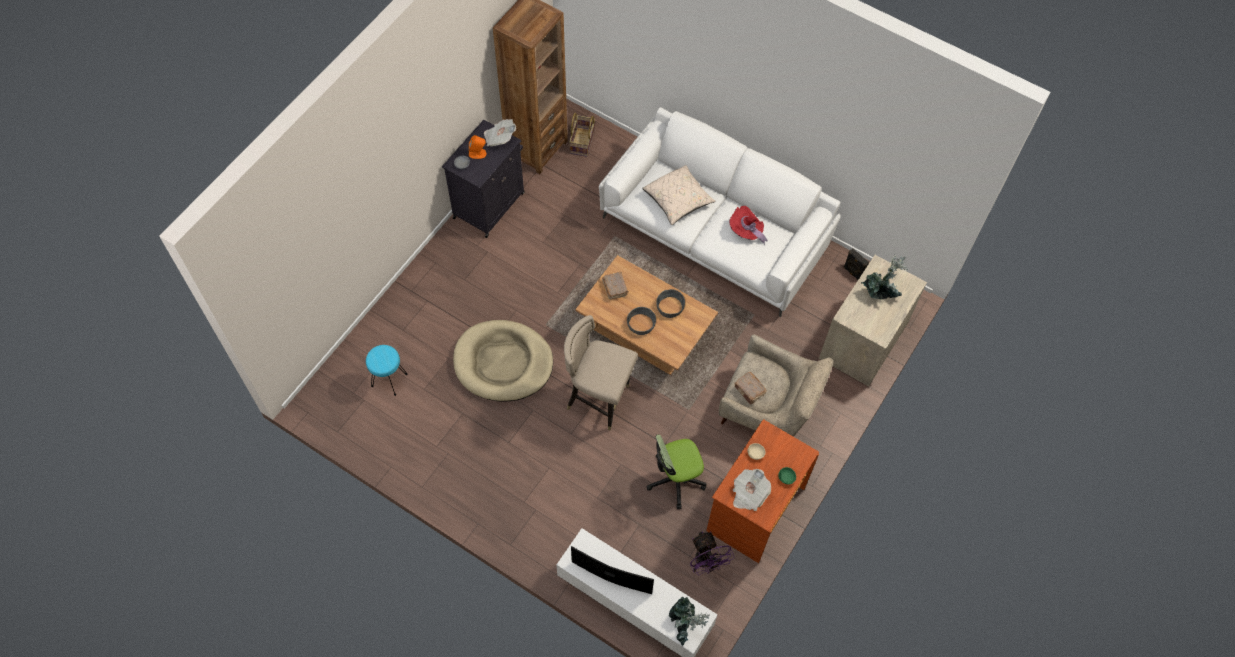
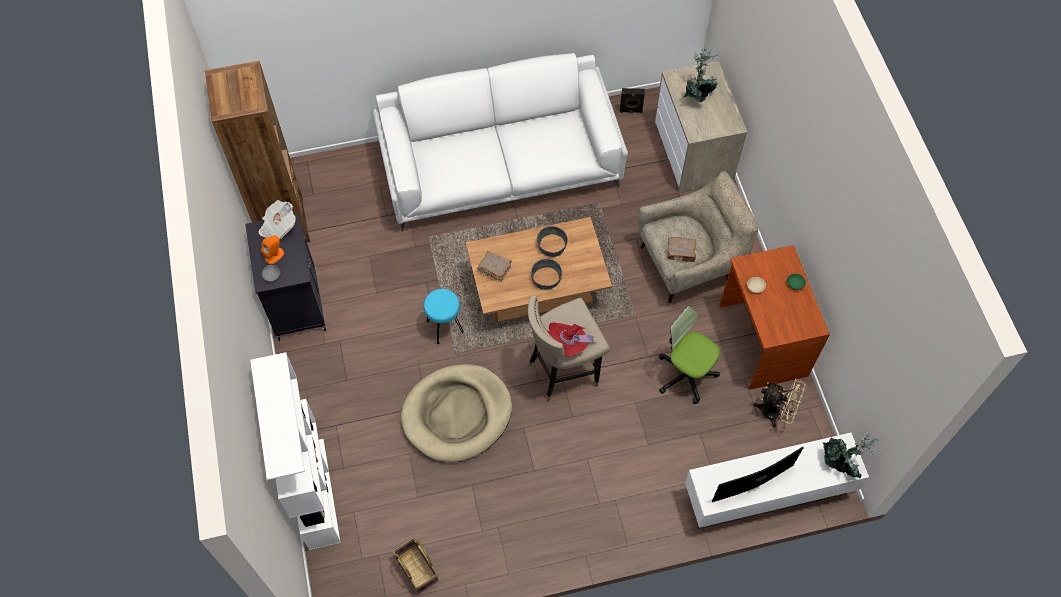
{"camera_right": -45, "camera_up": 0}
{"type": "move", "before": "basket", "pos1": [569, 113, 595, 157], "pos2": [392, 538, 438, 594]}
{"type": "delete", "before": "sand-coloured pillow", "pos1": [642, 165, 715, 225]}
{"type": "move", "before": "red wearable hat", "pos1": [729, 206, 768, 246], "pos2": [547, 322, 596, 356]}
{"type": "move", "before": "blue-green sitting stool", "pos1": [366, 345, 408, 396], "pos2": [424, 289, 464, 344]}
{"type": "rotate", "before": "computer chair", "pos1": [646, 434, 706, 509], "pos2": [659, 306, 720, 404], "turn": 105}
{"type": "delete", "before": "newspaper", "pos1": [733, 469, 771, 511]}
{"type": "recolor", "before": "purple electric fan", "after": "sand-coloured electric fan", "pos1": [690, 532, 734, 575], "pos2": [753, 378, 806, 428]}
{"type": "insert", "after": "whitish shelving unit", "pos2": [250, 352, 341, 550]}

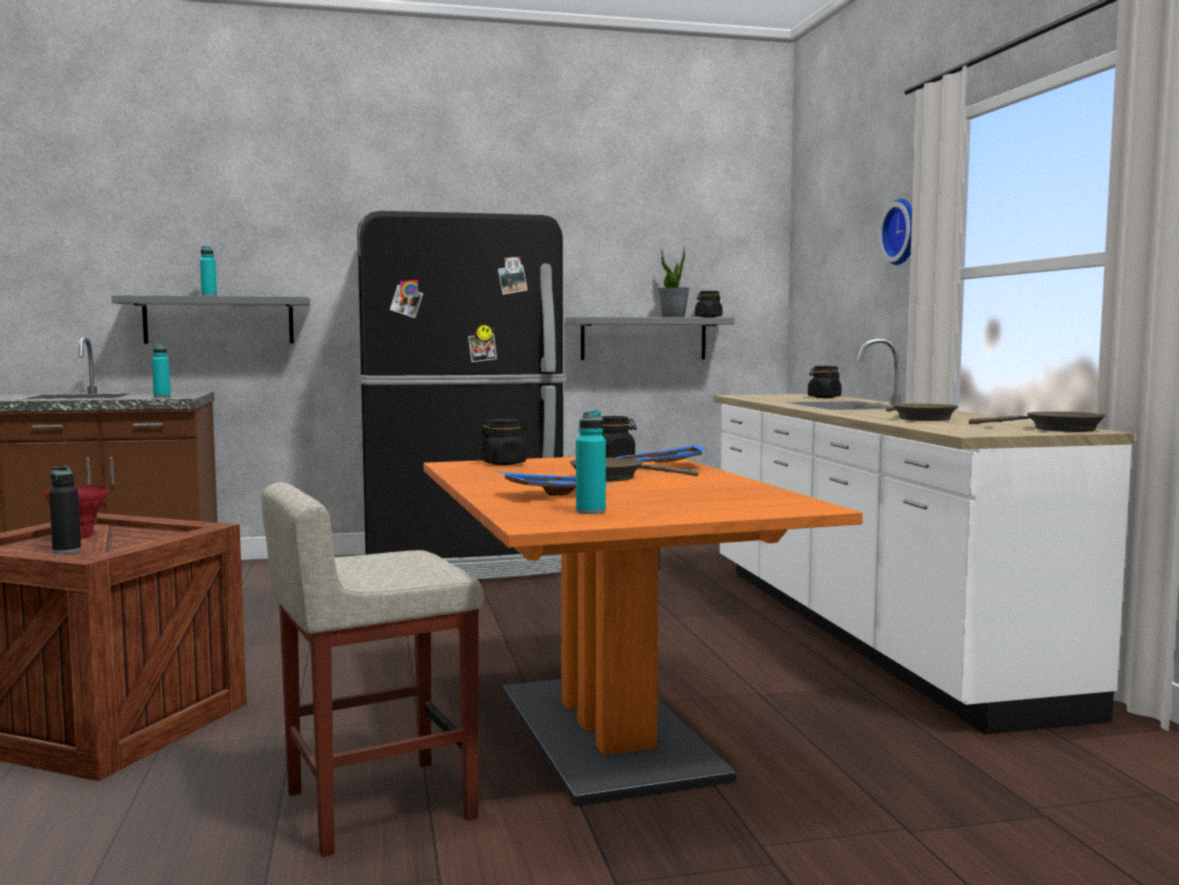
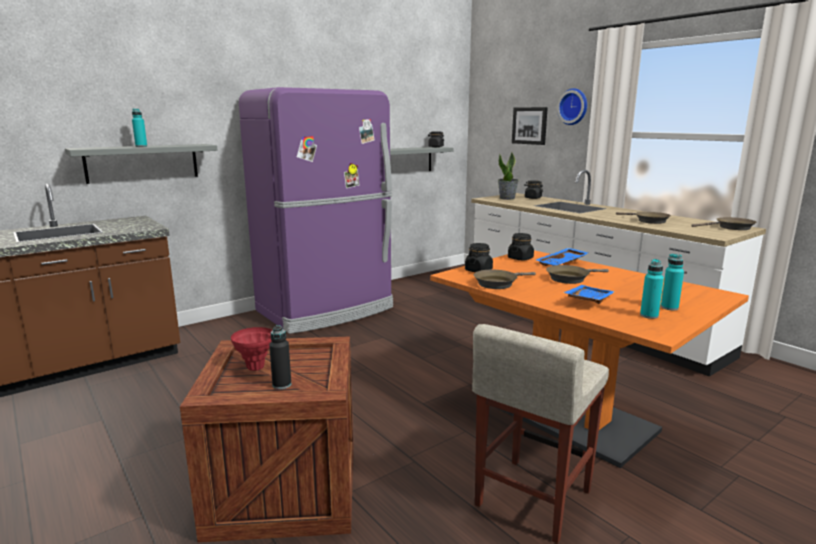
{"camera_right": -25, "camera_up": 10}
{"type": "recolor", "before": "blackish fridge", "after": "purple fridge", "pos1": [357, 211, 565, 580], "pos2": [239, 87, 393, 334]}
{"type": "move", "before": "potted plant", "pos1": [658, 248, 690, 317], "pos2": [498, 152, 519, 200]}
{"type": "move", "before": "blue-green bottle", "pos1": [152, 344, 171, 398], "pos2": [661, 254, 684, 310]}
{"type": "insert", "after": "wall picture", "pos2": [512, 107, 548, 145]}
{"type": "insert", "after": "brown-coloured skillet", "pos2": [474, 270, 536, 289]}

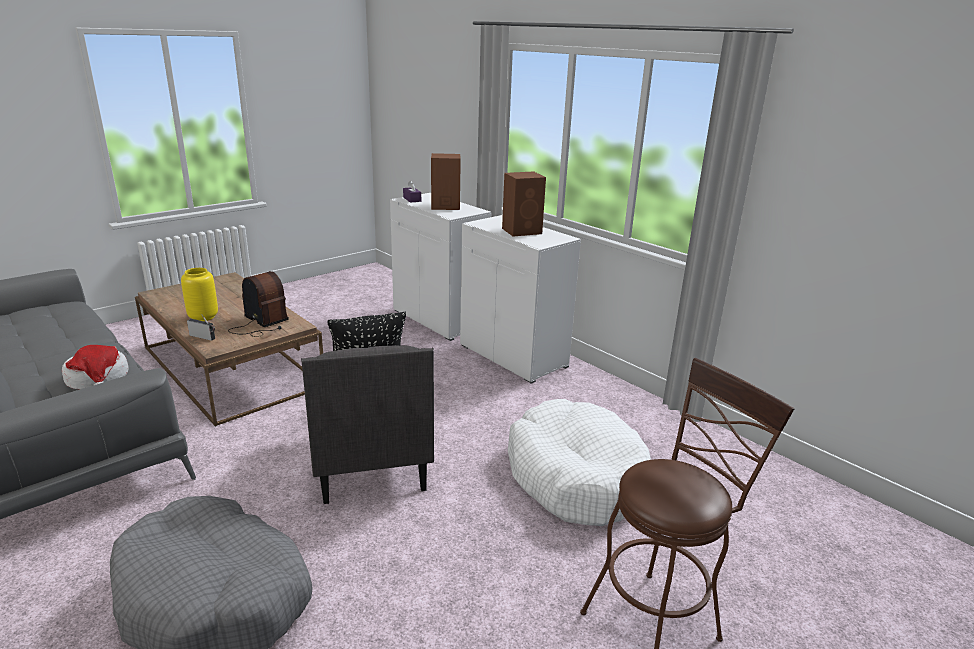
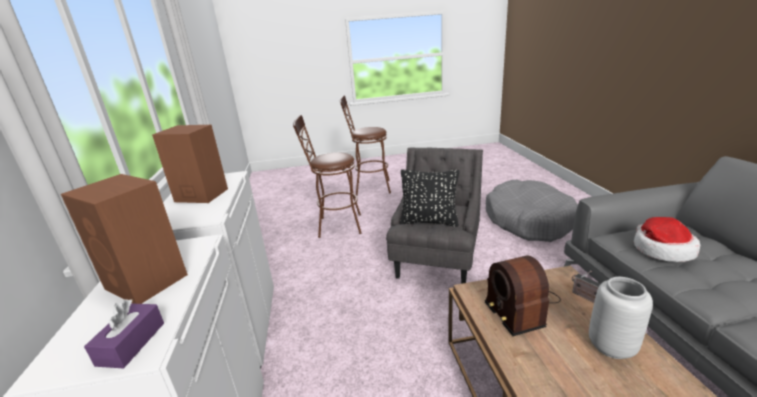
{"camera_right": -145, "camera_up": 0}
{"type": "recolor", "before": "yellowish decorative vase", "after": "grey decorative vase", "pos1": [181, 268, 218, 321], "pos2": [589, 277, 653, 359]}
{"type": "replace", "before": "whitish dog bed", "after": "brown-coloured sitting stool", "pos1": [508, 399, 651, 526], "pos2": [293, 115, 362, 238]}

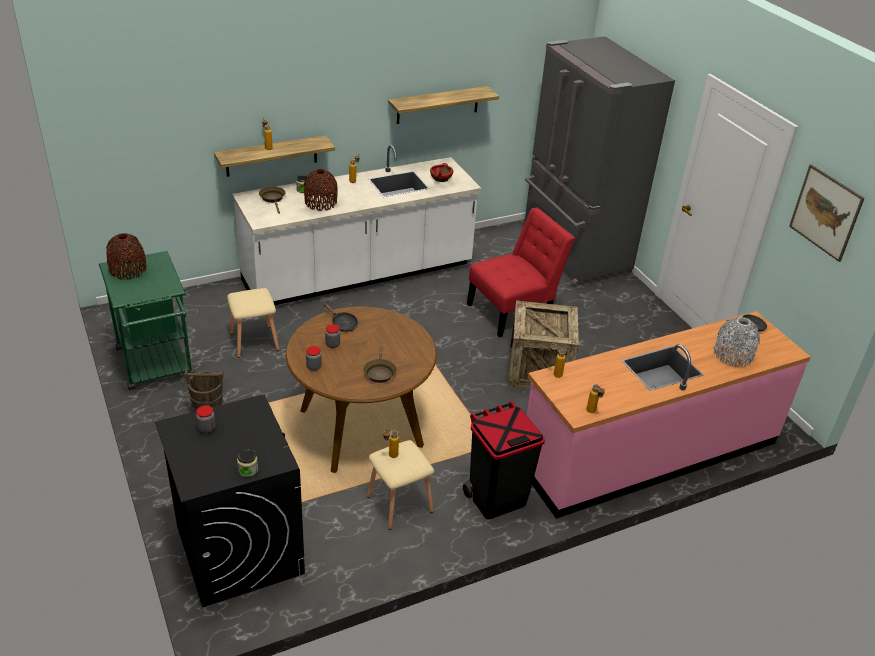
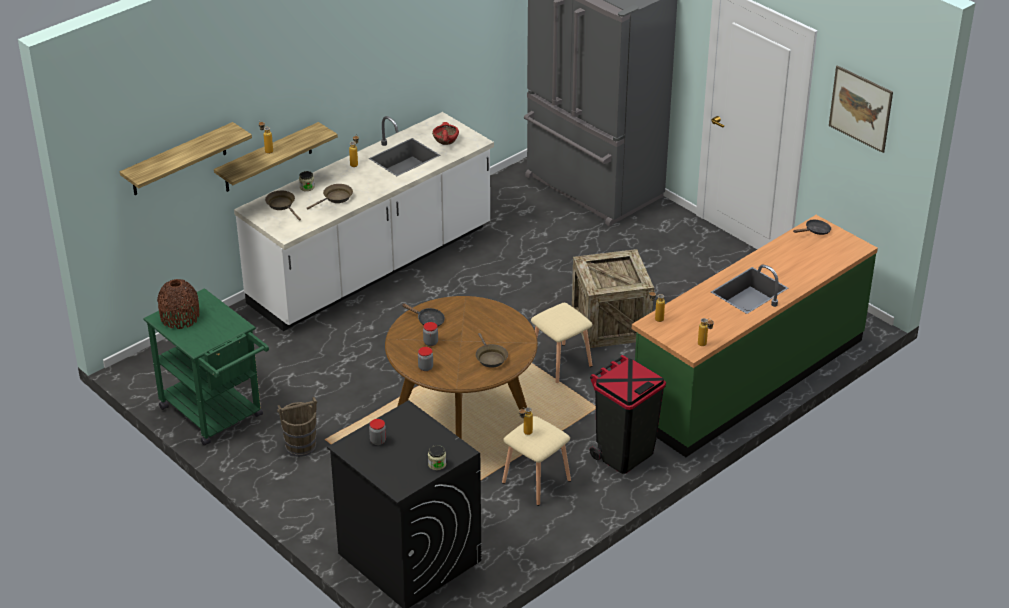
{"camera_right": -15, "camera_up": 0}
{"type": "move", "before": "bracket shelf", "pos1": [388, 86, 499, 124], "pos2": [120, 122, 252, 195]}
{"type": "replace", "before": "brown-coloured decorative vase", "after": "brown-coloured skillet", "pos1": [304, 169, 338, 211], "pos2": [307, 184, 353, 210]}
{"type": "delete", "before": "red plain chair", "pos1": [467, 208, 575, 337]}
{"type": "move", "before": "sand-coloured sitting stool", "pos1": [227, 288, 279, 358], "pos2": [531, 303, 592, 383]}
{"type": "recolor", "before": "pink kitchen counter", "after": "green kitchen counter", "pos1": [527, 311, 811, 519], "pos2": [632, 215, 878, 457]}
{"type": "delete", "before": "grey decorative vase", "pos1": [714, 317, 760, 367]}

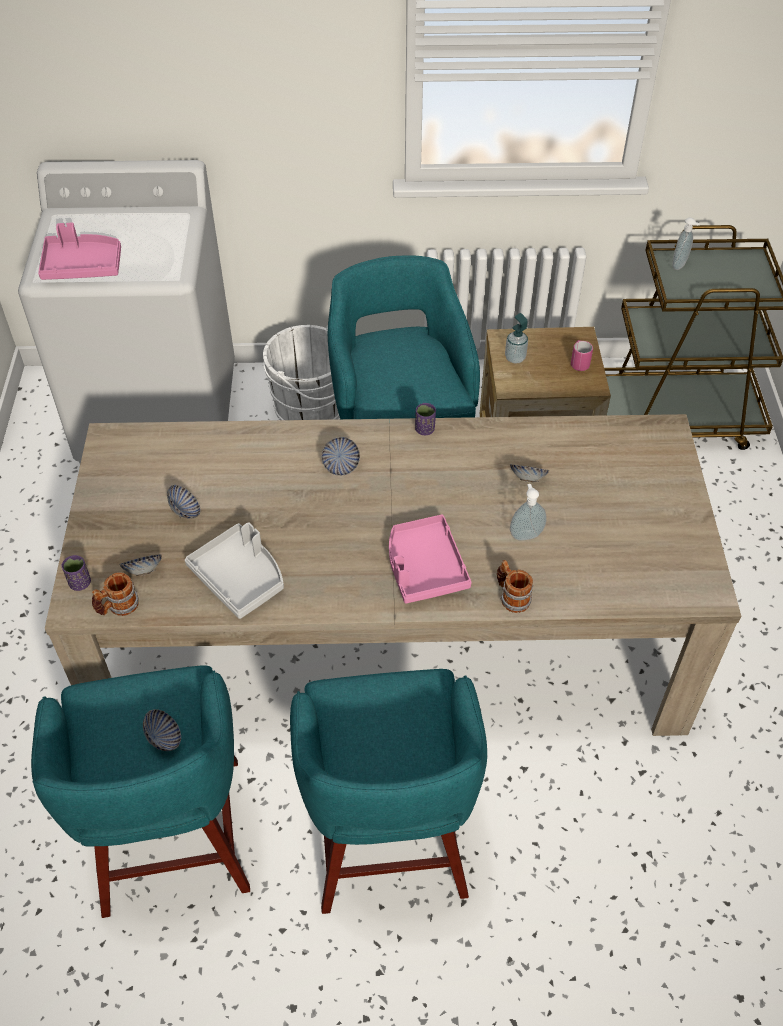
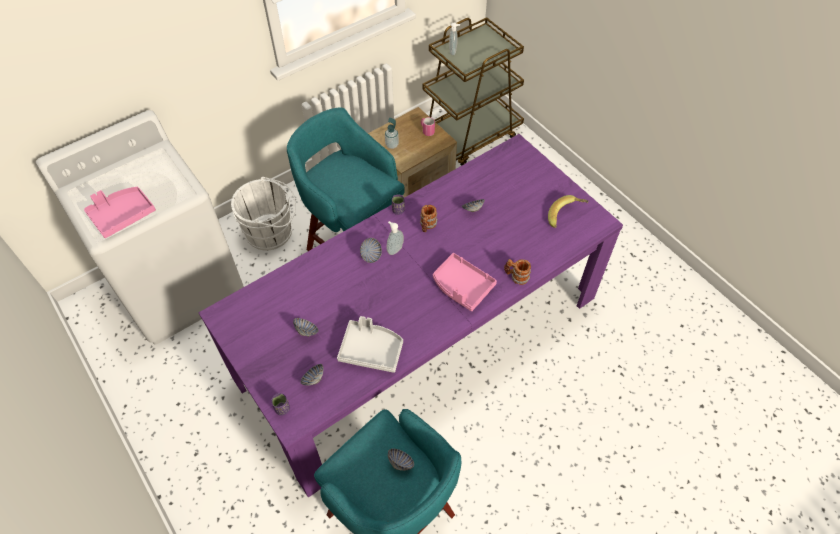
{"camera_right": -35, "camera_up": 5}
{"type": "recolor", "before": "sand-coloured dinner table", "after": "purple dinner table", "pos1": [45, 414, 741, 736], "pos2": [198, 134, 623, 498]}
{"type": "move", "before": "liquid soap bottle", "pos1": [510, 484, 547, 541], "pos2": [387, 221, 404, 255]}
{"type": "move", "before": "tea mug", "pos1": [92, 572, 139, 616], "pos2": [420, 205, 438, 232]}
{"type": "delete", "before": "blue-green sitting stool", "pos1": [290, 669, 487, 914]}
{"type": "insert", "after": "banana fruit", "pos2": [548, 195, 589, 228]}

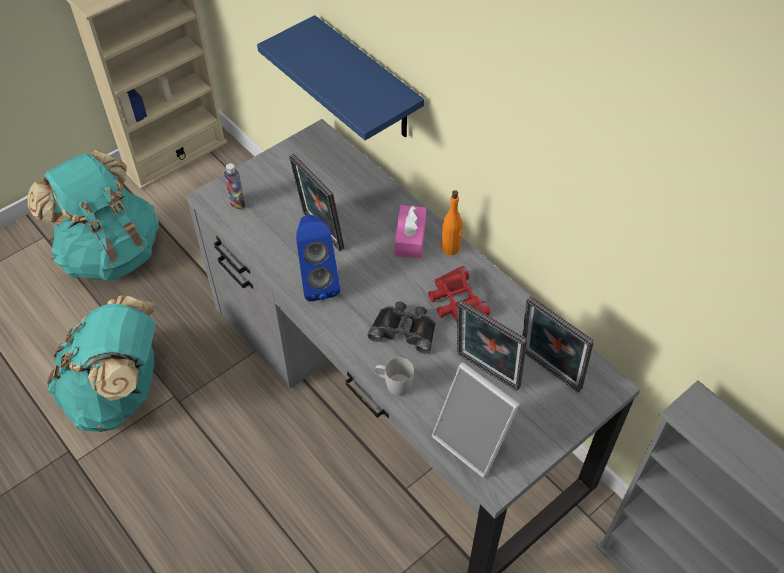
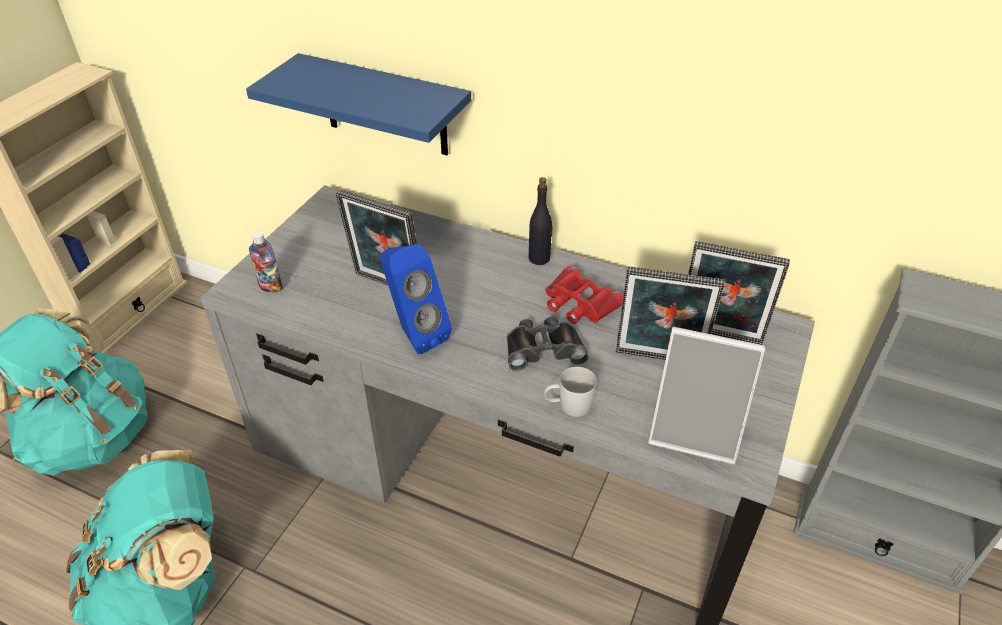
{"camera_right": -25, "camera_up": -10}
{"type": "recolor", "before": "orange-coloured bottle", "after": "blackish bottle", "pos1": [441, 190, 463, 255], "pos2": [529, 177, 553, 265]}
{"type": "delete", "before": "pink tissue holder", "pos1": [395, 205, 426, 259]}

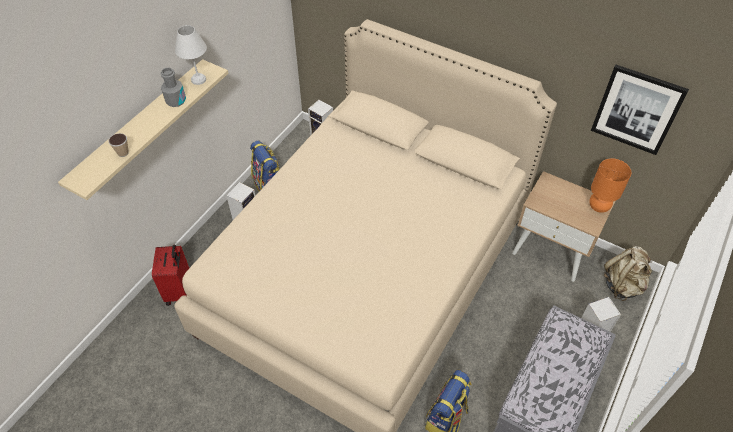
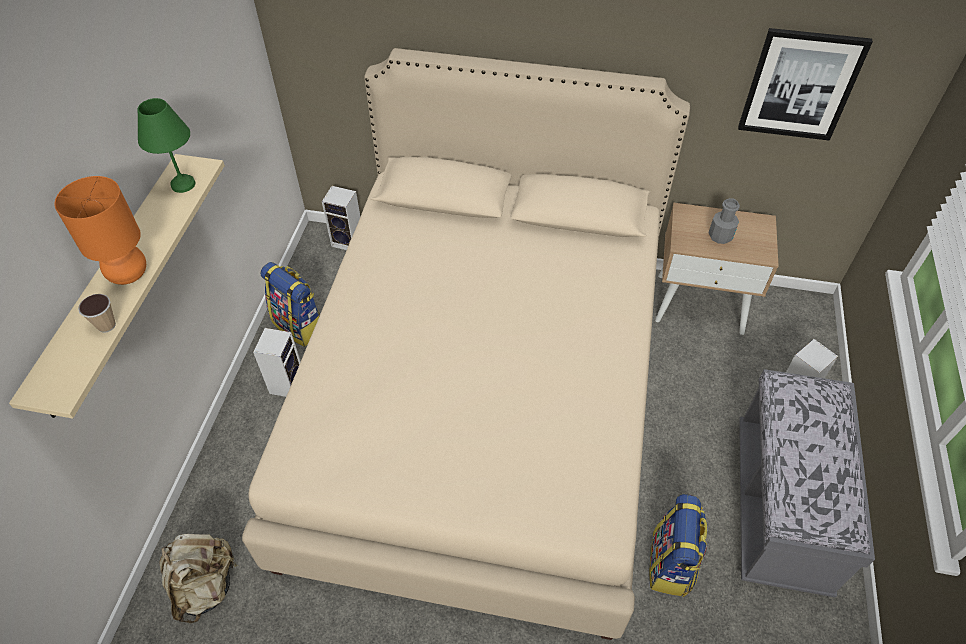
{"camera_right": -20, "camera_up": 0}
{"type": "recolor", "before": "whitish tabletop lamp", "after": "green tabletop lamp", "pos1": [175, 25, 207, 85], "pos2": [138, 98, 195, 193]}
{"type": "move", "before": "grey bottle", "pos1": [160, 68, 186, 107], "pos2": [708, 198, 740, 244]}
{"type": "move", "before": "orange-coloured tabletop lamp", "pos1": [589, 158, 631, 213], "pos2": [54, 176, 146, 285]}
{"type": "delete", "before": "red suitcase", "pos1": [152, 244, 189, 306]}
{"type": "move", "before": "sand-coloured backpack", "pos1": [604, 246, 652, 301], "pos2": [160, 534, 238, 624]}

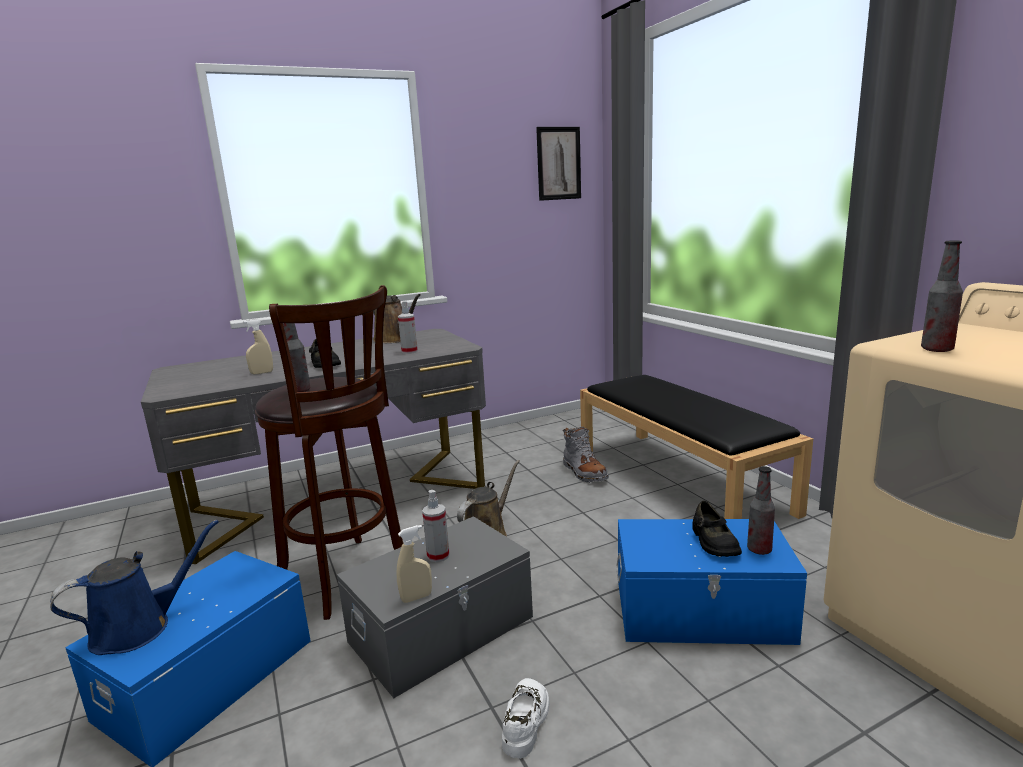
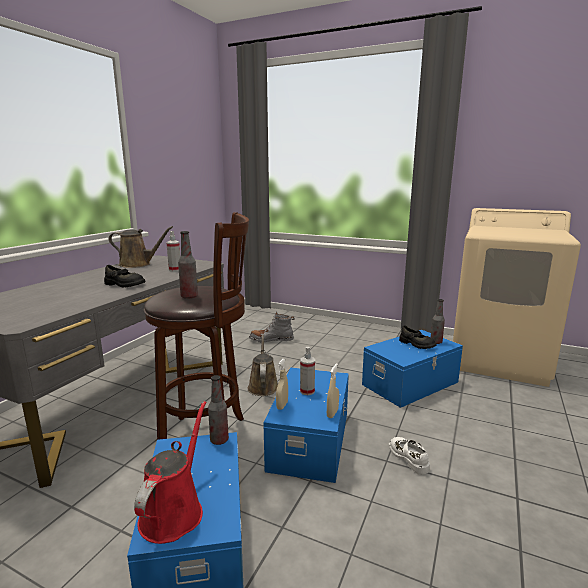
{"camera_right": -40, "camera_up": 0}
{"type": "delete", "before": "wall picture", "pos1": [536, 127, 581, 201]}
{"type": "move", "before": "bottle", "pos1": [921, 240, 963, 352], "pos2": [208, 375, 229, 445]}
{"type": "move", "before": "sand-coloured hand sprayer", "pos1": [243, 319, 273, 374], "pos2": [276, 359, 288, 410]}
{"type": "delete", "before": "blackish indoor bench", "pos1": [580, 375, 813, 519]}
{"type": "rotate", "before": "grey high-top boot", "pos1": [563, 427, 609, 483], "pos2": [249, 312, 295, 342], "turn": 150}
{"type": "recolor", "before": "grey storage container", "after": "bluish storage container", "pos1": [337, 516, 533, 698], "pos2": [263, 367, 349, 483]}
{"type": "recolor", "before": "bluish watering can", "after": "red watering can", "pos1": [50, 520, 219, 655], "pos2": [134, 401, 206, 544]}

